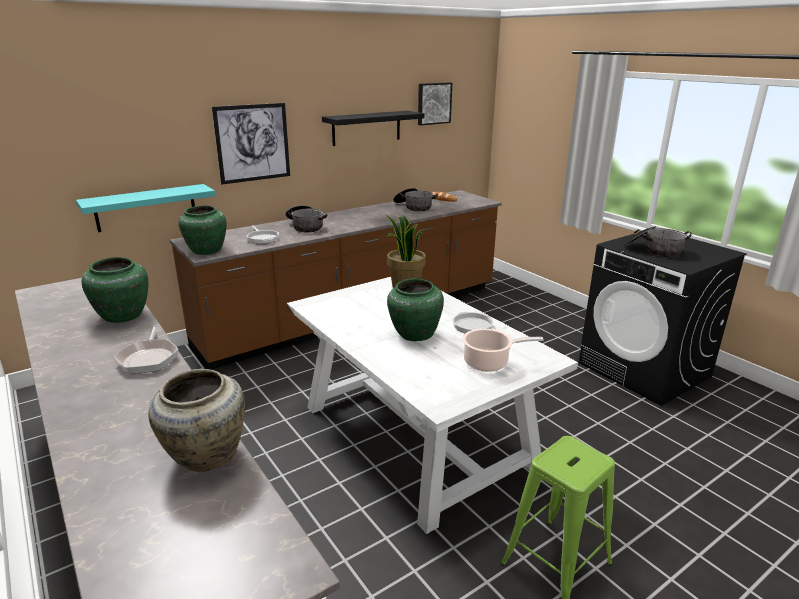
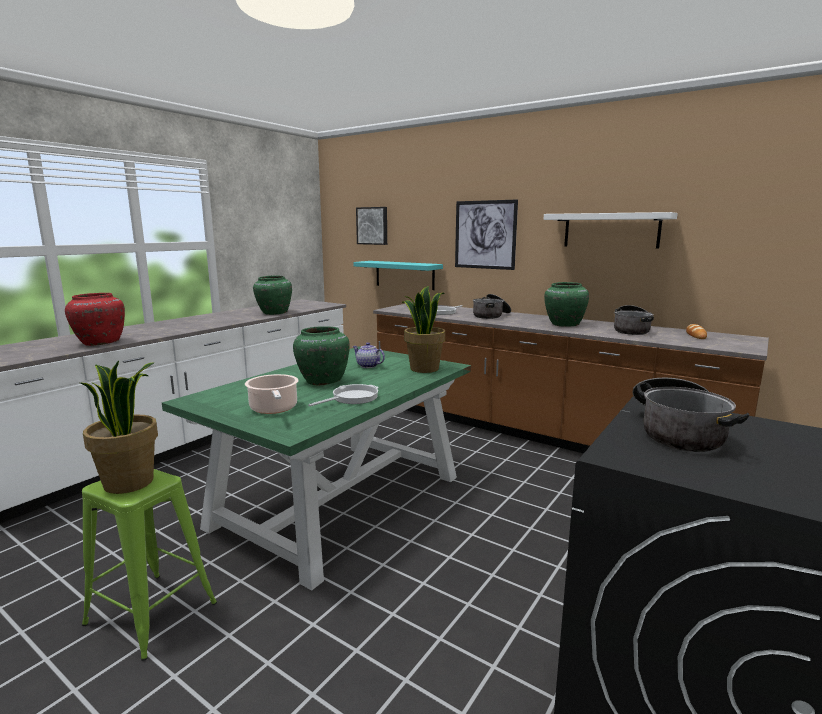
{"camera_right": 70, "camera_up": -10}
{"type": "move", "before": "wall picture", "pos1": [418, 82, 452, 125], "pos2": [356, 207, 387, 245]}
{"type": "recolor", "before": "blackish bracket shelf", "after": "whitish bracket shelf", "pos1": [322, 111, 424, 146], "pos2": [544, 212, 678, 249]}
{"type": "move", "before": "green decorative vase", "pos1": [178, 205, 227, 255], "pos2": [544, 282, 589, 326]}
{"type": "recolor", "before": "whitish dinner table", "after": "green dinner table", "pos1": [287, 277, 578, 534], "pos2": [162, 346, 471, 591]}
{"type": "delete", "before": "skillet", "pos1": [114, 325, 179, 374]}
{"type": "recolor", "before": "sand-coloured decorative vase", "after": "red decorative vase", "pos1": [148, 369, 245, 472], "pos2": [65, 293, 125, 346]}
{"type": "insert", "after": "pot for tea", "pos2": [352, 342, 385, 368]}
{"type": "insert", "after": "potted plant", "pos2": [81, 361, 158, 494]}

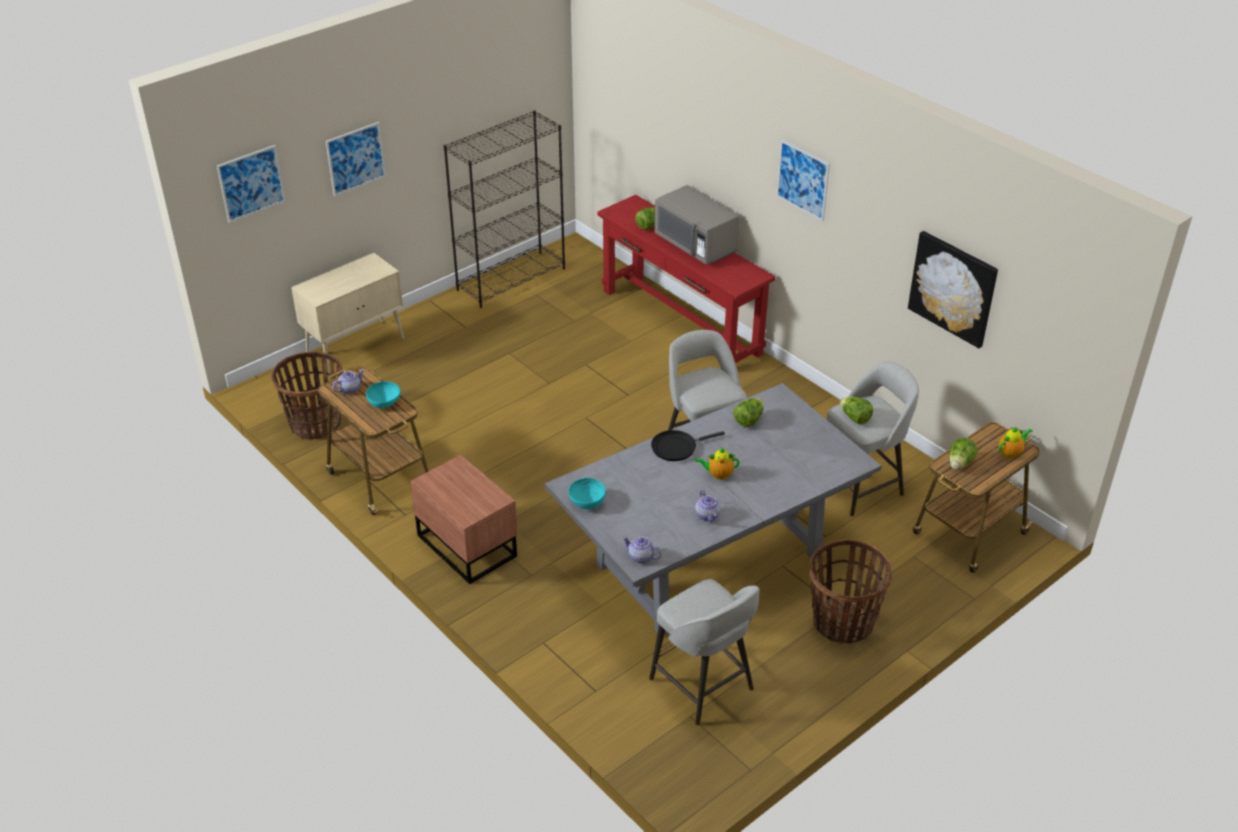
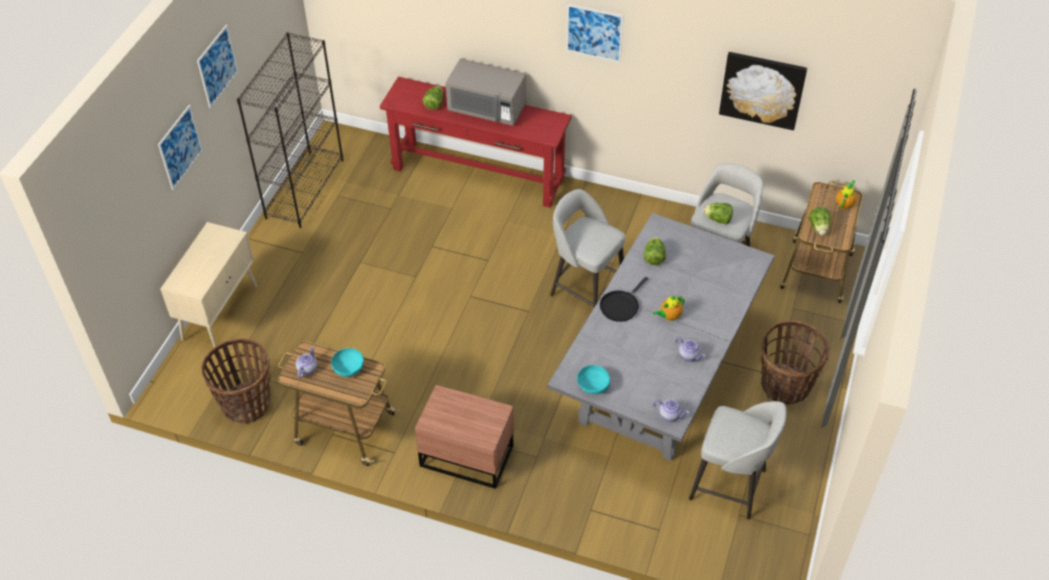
{"camera_right": -30, "camera_up": 10}
{"type": "move", "before": "wall picture", "pos1": [217, 145, 286, 223], "pos2": [197, 24, 238, 108]}
{"type": "rotate", "before": "pot for tea", "pos1": [622, 536, 662, 563], "pos2": [653, 399, 689, 422], "turn": -150}

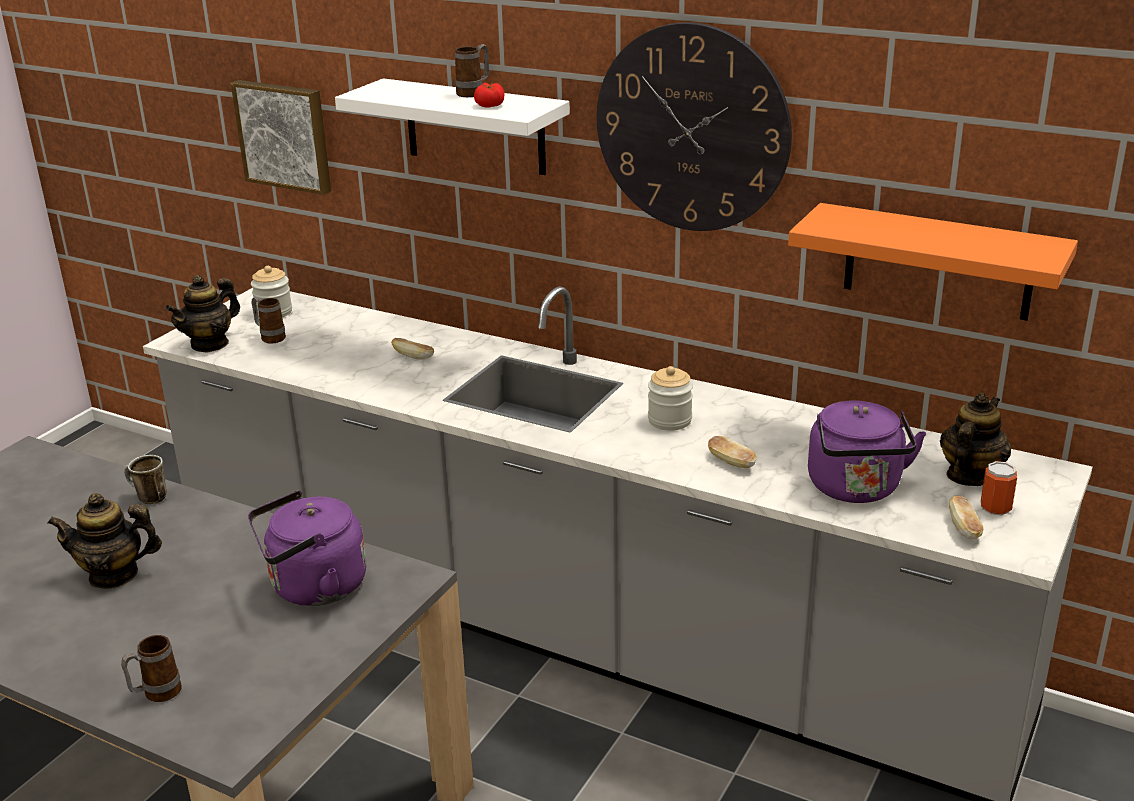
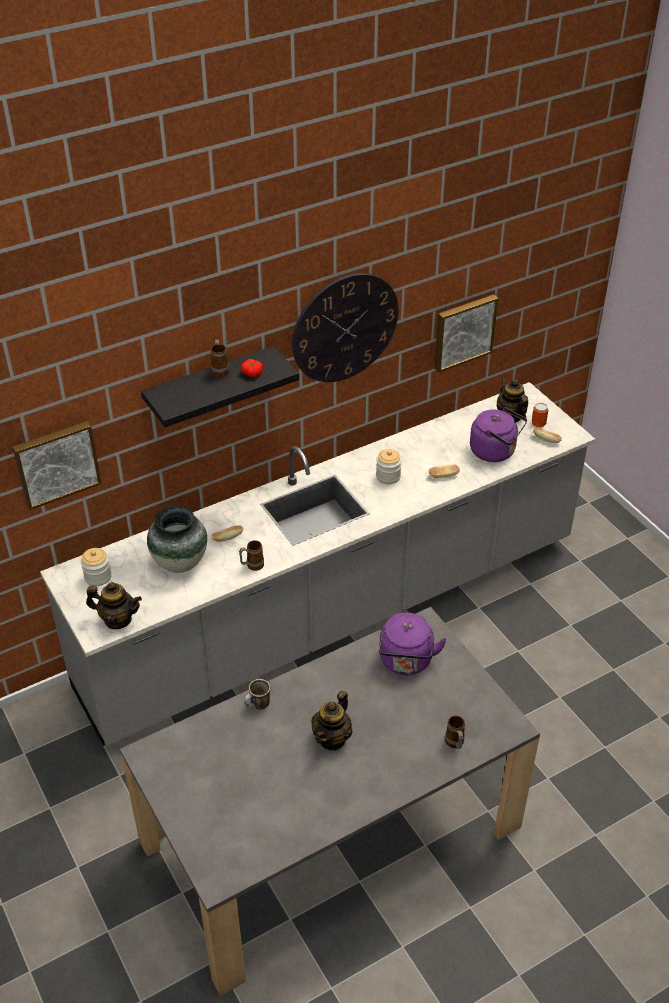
{"camera_right": -60, "camera_up": 15}
{"type": "recolor", "before": "whitish bracket shelf", "after": "blackish bracket shelf", "pos1": [335, 78, 570, 175], "pos2": [141, 346, 299, 427]}
{"type": "replace", "before": "orange-coloured bracket shelf", "after": "wall picture", "pos1": [788, 203, 1078, 321], "pos2": [434, 294, 498, 372]}
{"type": "rotate", "before": "pot for tea", "pos1": [165, 275, 240, 352], "pos2": [86, 582, 142, 629], "turn": -60}
{"type": "move", "before": "tea mug", "pos1": [251, 297, 286, 344], "pos2": [239, 540, 264, 571]}
{"type": "insert", "after": "decorative vase", "pos2": [147, 505, 207, 573]}

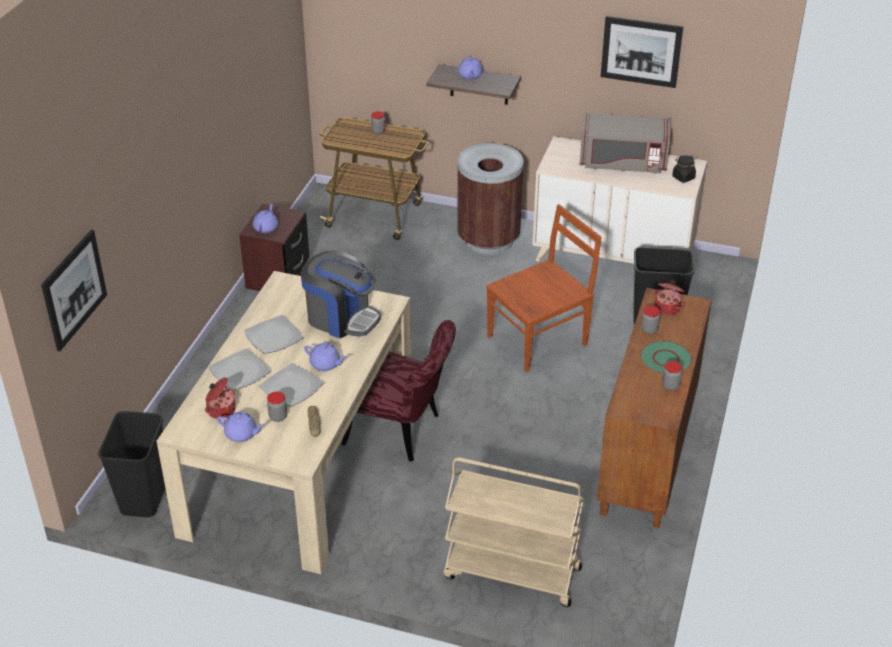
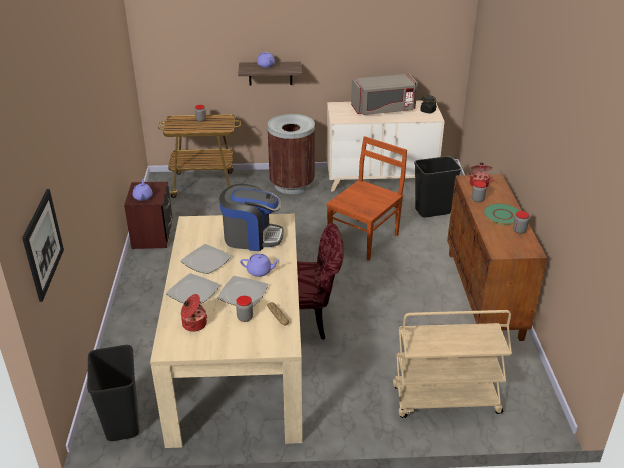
{"camera_right": -20, "camera_up": -5}
{"type": "delete", "before": "wall picture", "pos1": [601, 16, 683, 88]}
{"type": "delete", "before": "purple pot for tea", "pos1": [217, 412, 265, 442]}

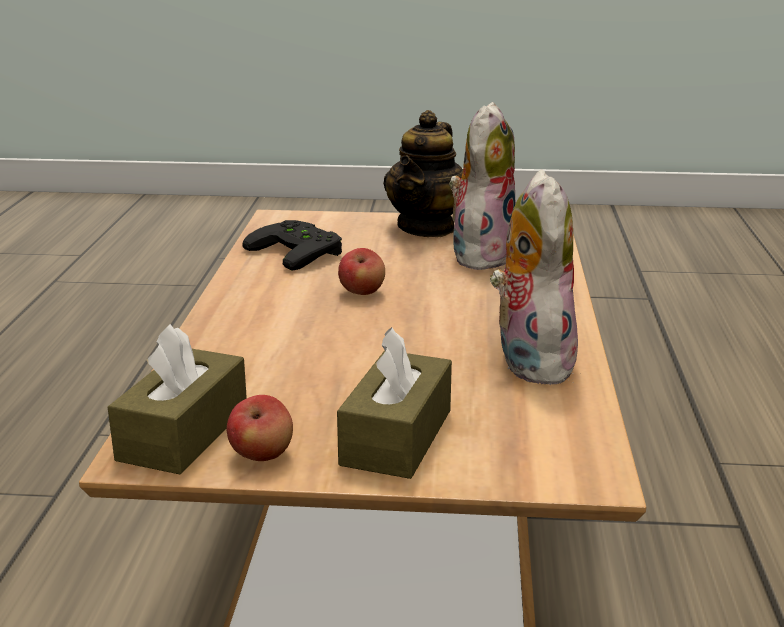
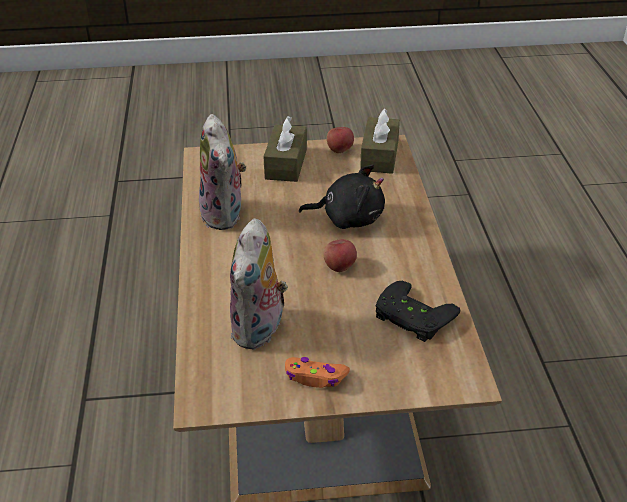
{"camera_right": 170, "camera_up": 15}
{"type": "replace", "before": "pot for tea", "after": "orange-coloured joypad", "pos1": [383, 110, 463, 237], "pos2": [285, 357, 350, 388]}
{"type": "insert", "after": "blackish cuddly toy", "pos2": [299, 164, 385, 229]}

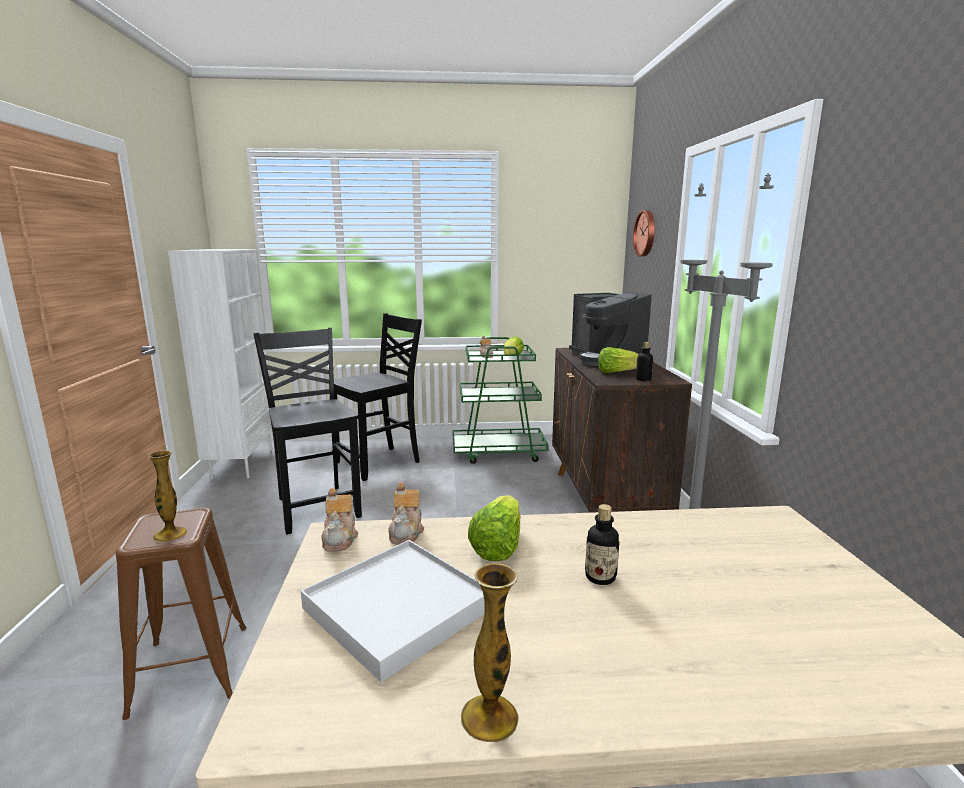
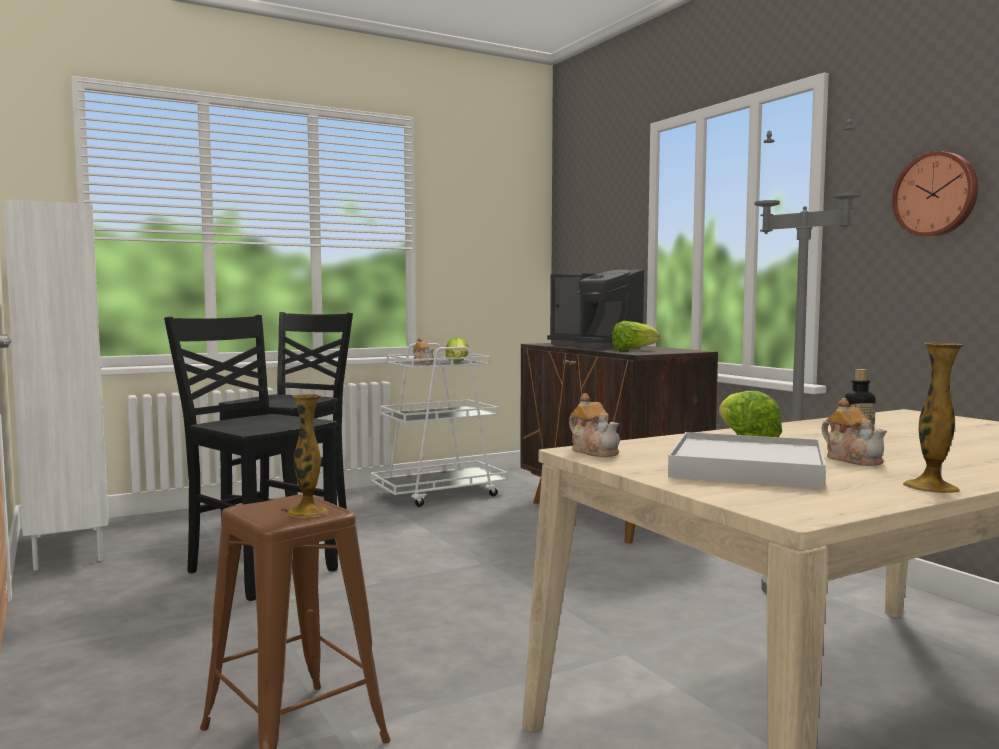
{"camera_right": -25, "camera_up": -10}
{"type": "move", "before": "wall clock", "pos1": [633, 210, 655, 257], "pos2": [892, 151, 978, 237]}
{"type": "recolor", "before": "green cart", "after": "whitish cart", "pos1": [453, 337, 549, 464], "pos2": [370, 343, 507, 507]}
{"type": "delete", "before": "bottle", "pos1": [636, 342, 653, 381]}
{"type": "move", "before": "pot for tea", "pos1": [388, 483, 424, 545], "pos2": [821, 398, 887, 466]}

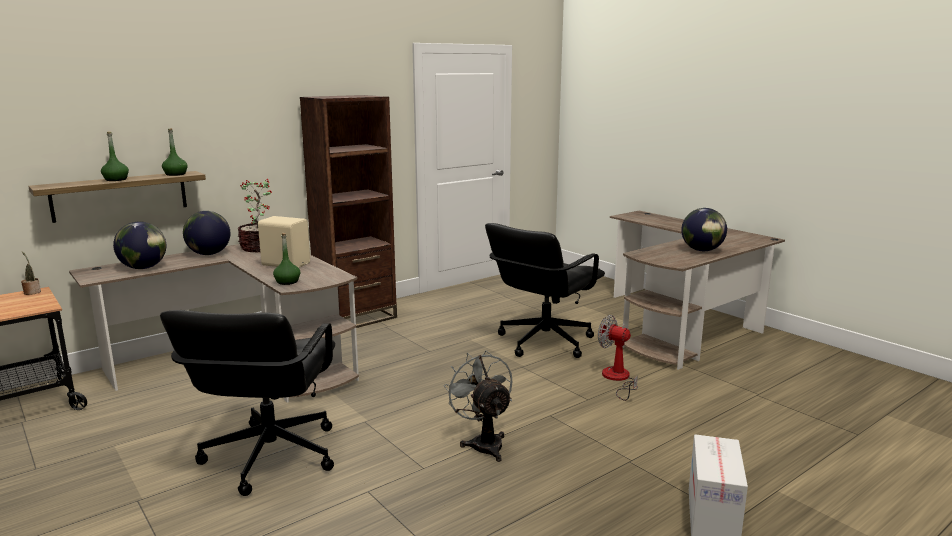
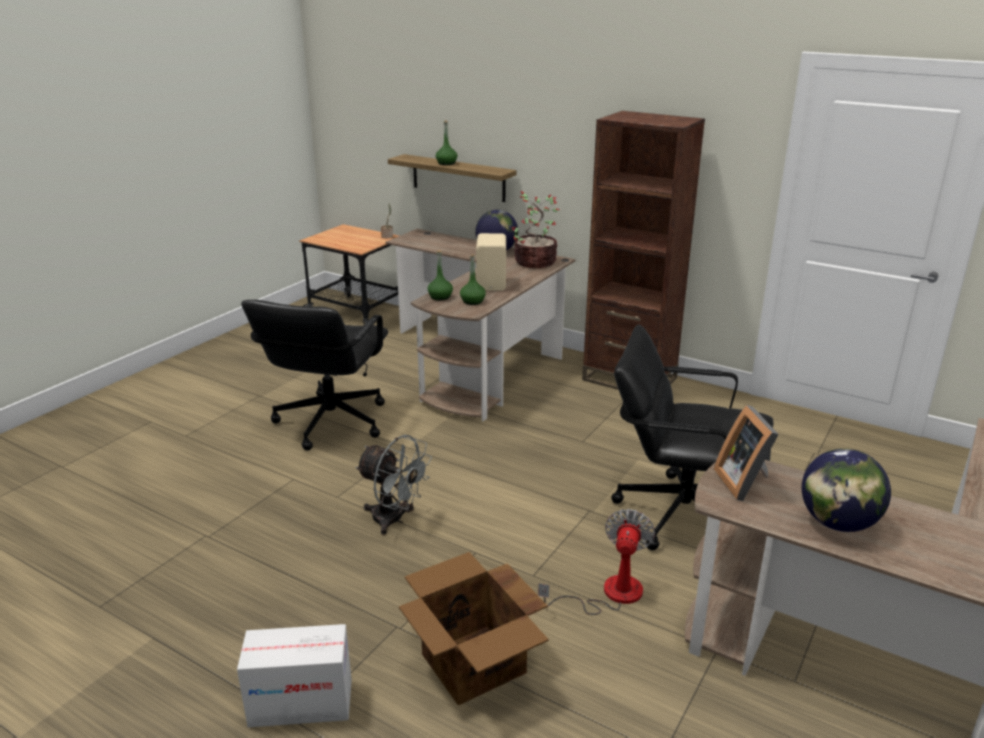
{"camera_right": 70, "camera_up": 10}
{"type": "move", "before": "green bottle", "pos1": [162, 128, 188, 176], "pos2": [460, 254, 486, 305]}
{"type": "delete", "before": "globe", "pos1": [113, 221, 166, 269]}
{"type": "rotate", "before": "blackish computer chair", "pos1": [160, 310, 335, 496], "pos2": [241, 300, 388, 451], "turn": -60}
{"type": "rotate", "before": "grey electric fan", "pos1": [444, 351, 512, 462], "pos2": [355, 435, 432, 535], "turn": 75}
{"type": "insert", "after": "picture frame", "pos2": [714, 405, 779, 501]}
{"type": "insert", "after": "cardboard box", "pos2": [399, 552, 549, 706]}

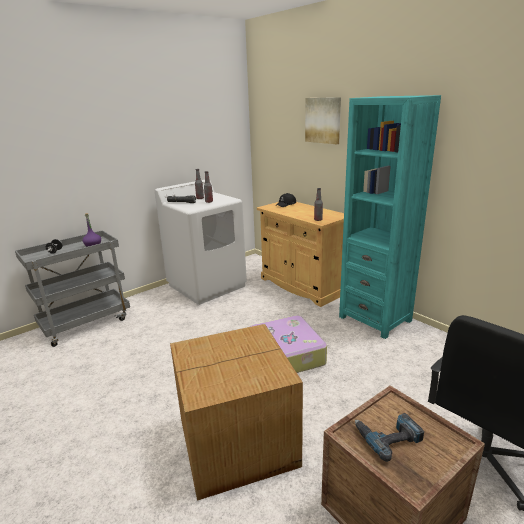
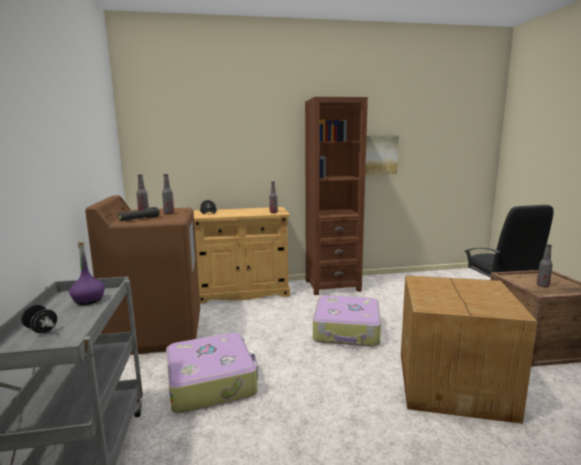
{"camera_right": -60, "camera_up": -10}
{"type": "recolor", "before": "blue-green shelving unit", "after": "brown-coloured shelving unit", "pos1": [339, 95, 441, 339], "pos2": [305, 97, 368, 295]}
{"type": "move", "before": "wall picture", "pos1": [305, 97, 341, 144], "pos2": [365, 135, 399, 175]}
{"type": "recolor", "before": "whitish washing machine", "after": "brown-coloured washing machine", "pos1": [155, 180, 247, 305], "pos2": [85, 195, 200, 355]}
{"type": "replace", "before": "power drill", "after": "bottle", "pos1": [355, 413, 424, 462], "pos2": [537, 244, 553, 287]}
{"type": "insert", "after": "suitcase", "pos2": [166, 333, 258, 413]}

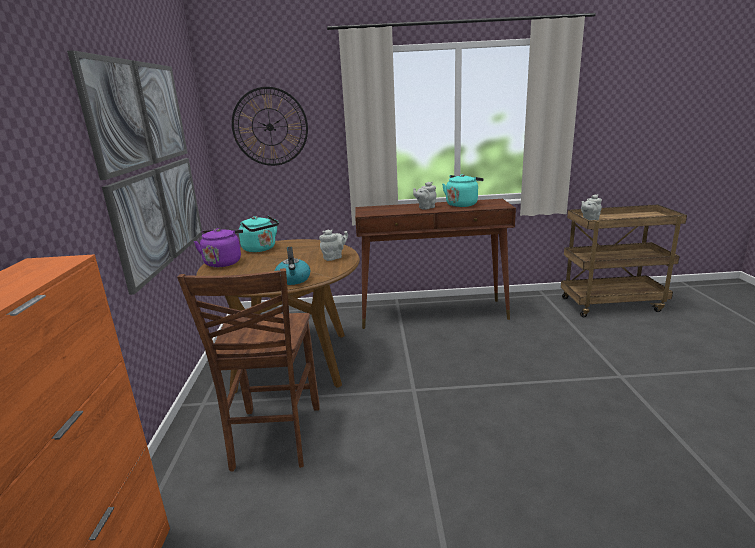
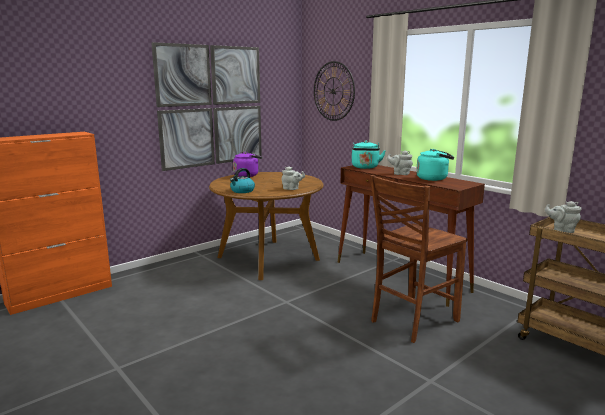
{"camera_right": 50, "camera_up": -5}
{"type": "move", "before": "blue-green kettle", "pos1": [239, 216, 279, 252], "pos2": [352, 141, 385, 169]}
{"type": "move", "before": "brown-coloured plain chair", "pos1": [177, 268, 320, 472], "pos2": [370, 175, 467, 343]}

